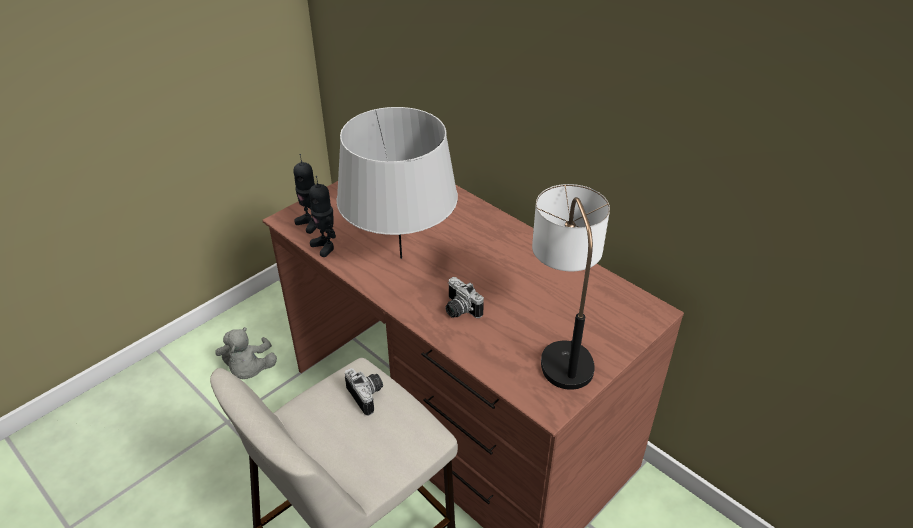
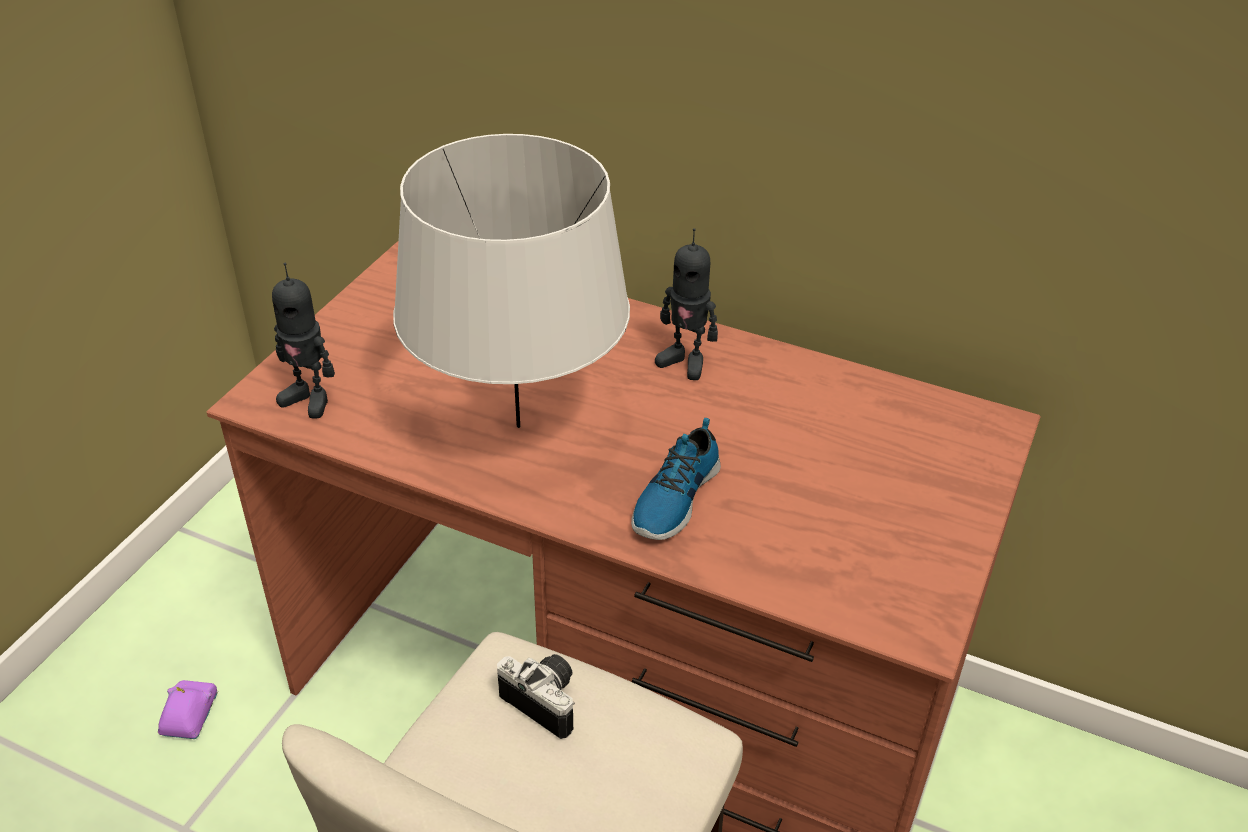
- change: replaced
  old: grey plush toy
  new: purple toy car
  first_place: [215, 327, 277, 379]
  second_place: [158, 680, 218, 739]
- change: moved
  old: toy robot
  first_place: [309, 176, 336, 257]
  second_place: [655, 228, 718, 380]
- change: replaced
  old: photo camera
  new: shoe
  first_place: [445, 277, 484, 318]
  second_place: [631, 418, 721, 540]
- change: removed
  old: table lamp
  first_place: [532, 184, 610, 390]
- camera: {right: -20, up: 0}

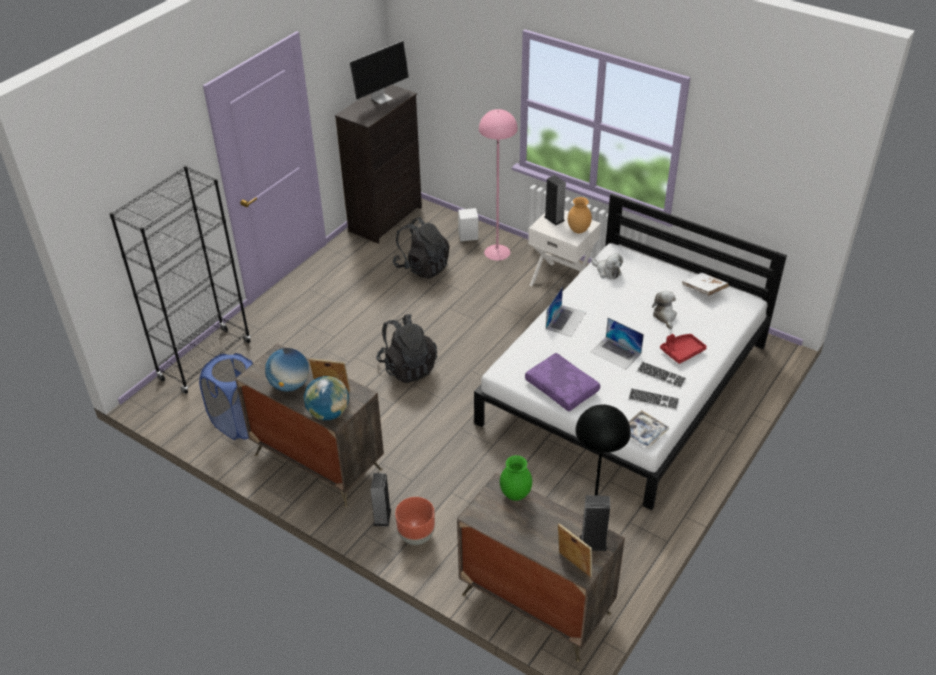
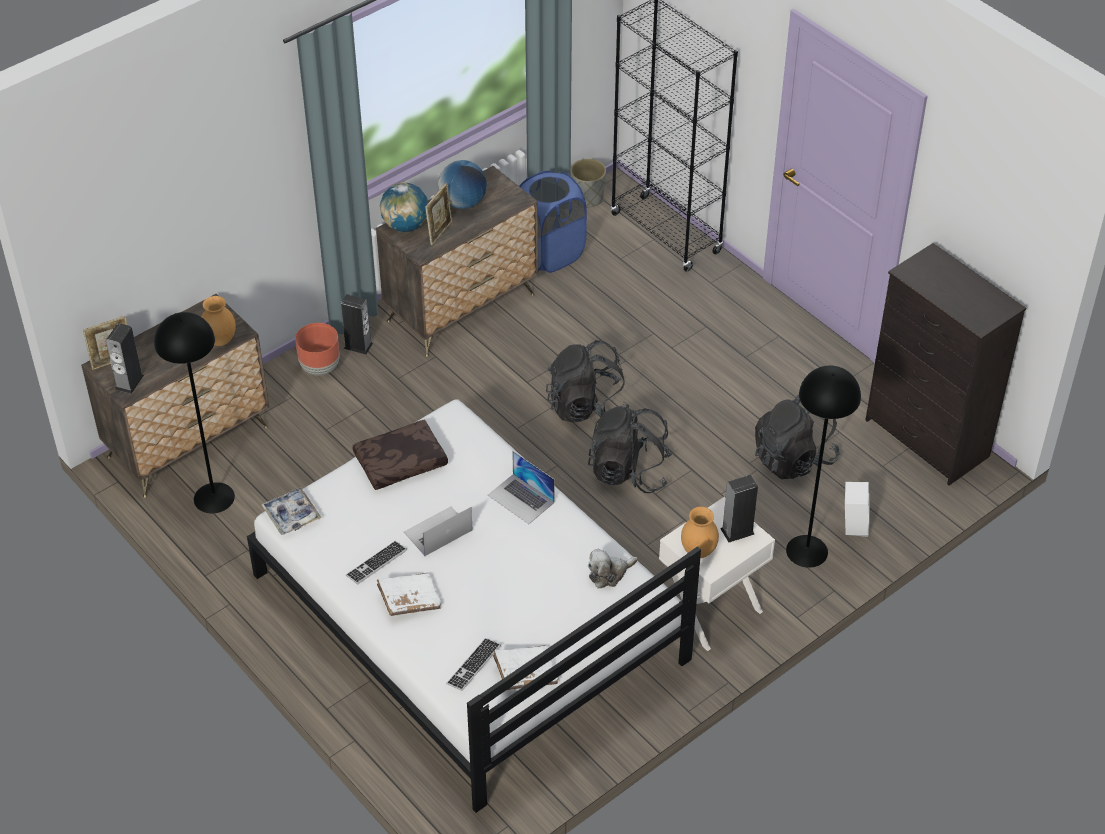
- change: removed
  old: monitor
  first_place: [349, 41, 409, 104]
- change: recoloured
  old: pink floor lamp
  new: black floor lamp
  first_place: [479, 109, 518, 261]
  second_place: [786, 365, 861, 568]
- change: recoloured
  old: green vase
  new: brown vase
  first_place: [500, 455, 532, 501]
  second_place: [202, 296, 236, 346]
- change: recoloured
  old: purple pillow
  new: brown pillow
  first_place: [525, 353, 600, 411]
  second_place: [352, 419, 448, 490]
- change: moved
  old: keyboard
  first_place: [628, 388, 680, 410]
  second_place: [446, 638, 501, 691]
- change: removed
  old: plush toy
  first_place: [652, 291, 677, 329]
- change: replaced
  old: red tray
  new: white book
  first_place: [660, 334, 707, 364]
  second_place: [377, 573, 441, 616]
- change: added
  new: grey planter
  second_place: [571, 159, 606, 208]
- change: added
  new: black backpack
  second_place: [588, 406, 673, 493]
- camera: {right: 105, up: 5}

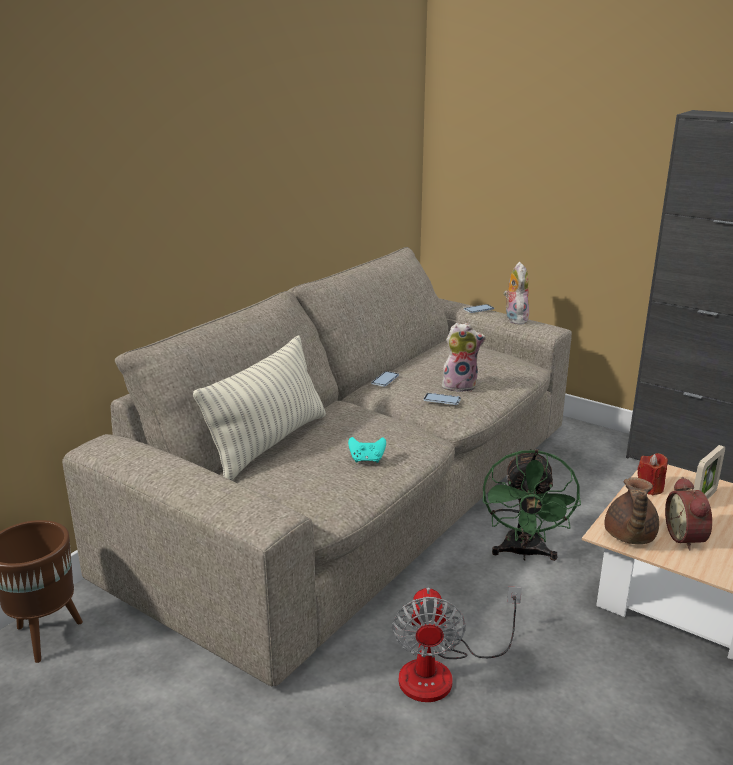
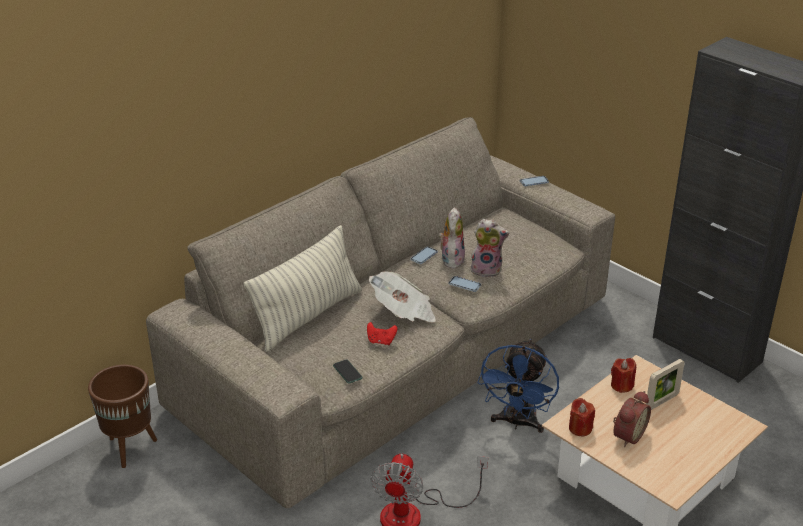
- change: recoloured
  old: turquoise game controller
  new: red game controller
  first_place: [348, 437, 386, 463]
  second_place: [367, 322, 397, 345]
- change: recoloured
  old: green fan
  new: blue fan
  first_place: [483, 449, 581, 561]
  second_place: [477, 339, 559, 433]
- change: moved
  old: plush toy
  first_place: [504, 262, 529, 325]
  second_place: [439, 207, 465, 269]
- change: replaced
  old: brown teapot
  new: red candle
  first_place: [604, 477, 659, 544]
  second_place: [569, 398, 595, 436]
- change: turned
  old: alarm clock
  first_place: [665, 477, 712, 551]
  second_place: [613, 391, 651, 447]
  degrees: -150
- change: added
  new: phone
  second_place: [333, 359, 363, 384]
- change: added
  new: newspaper
  second_place: [369, 272, 436, 322]
- camera: {right: 10, up: 10}

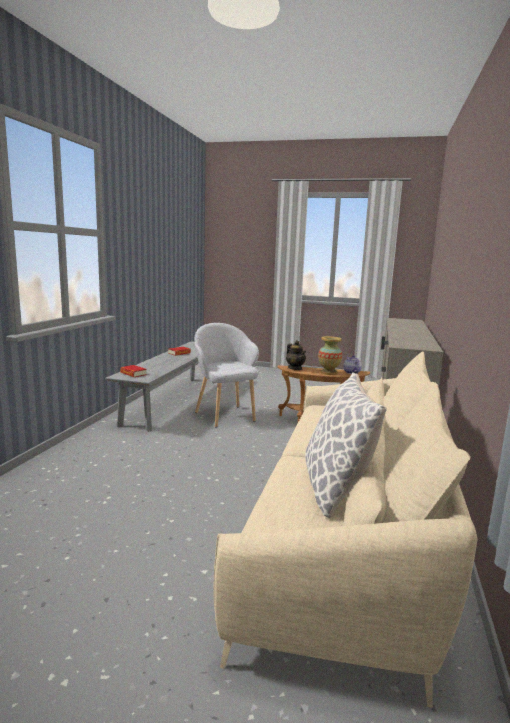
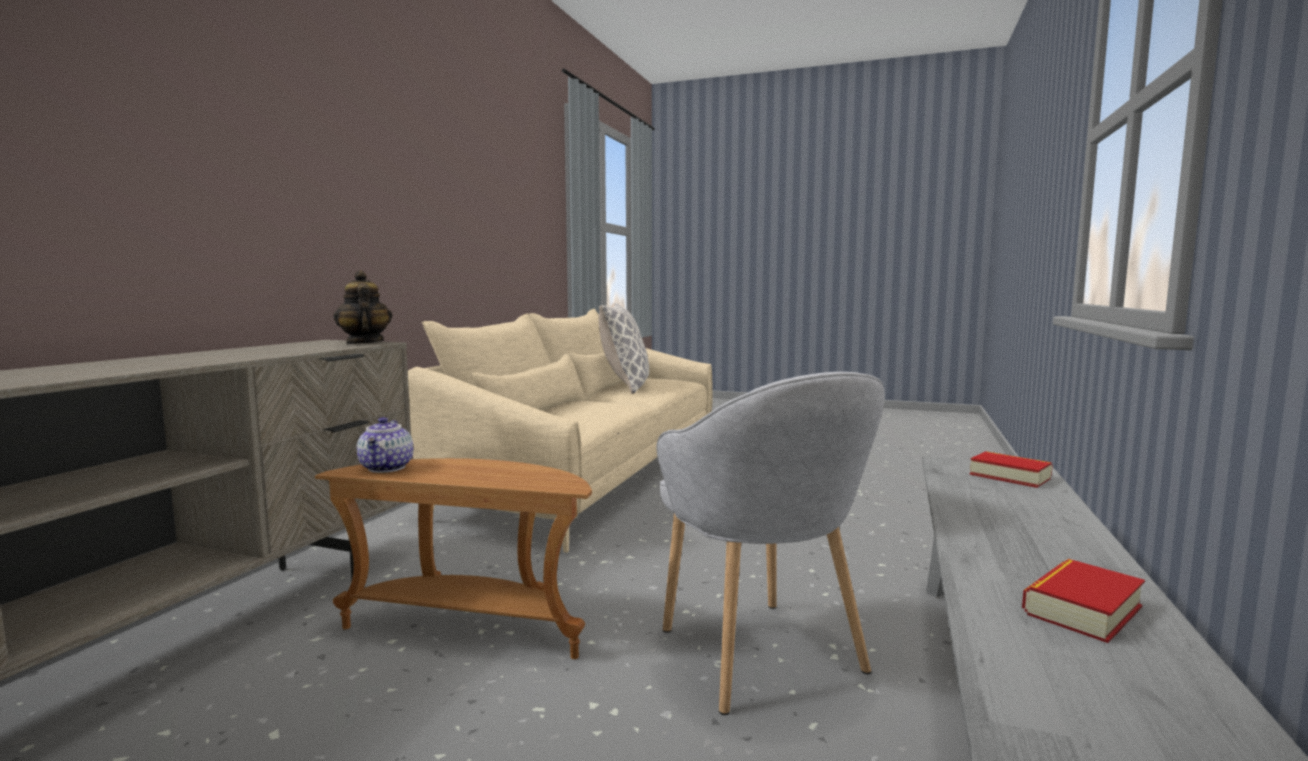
- change: moved
  old: teapot
  first_place: [286, 340, 306, 370]
  second_place: [333, 270, 393, 344]
- change: removed
  old: vase
  first_place: [318, 336, 342, 375]
- camera: {right: -175, up: -5}

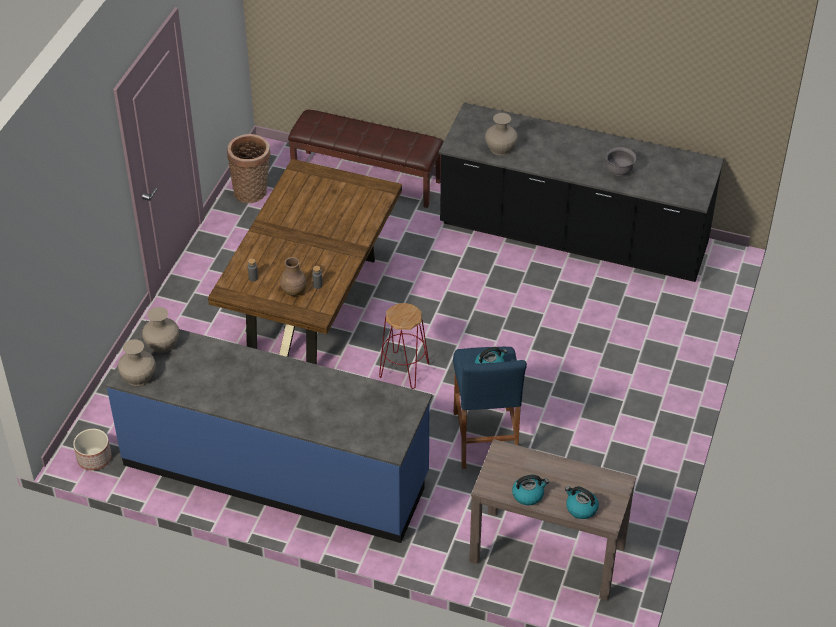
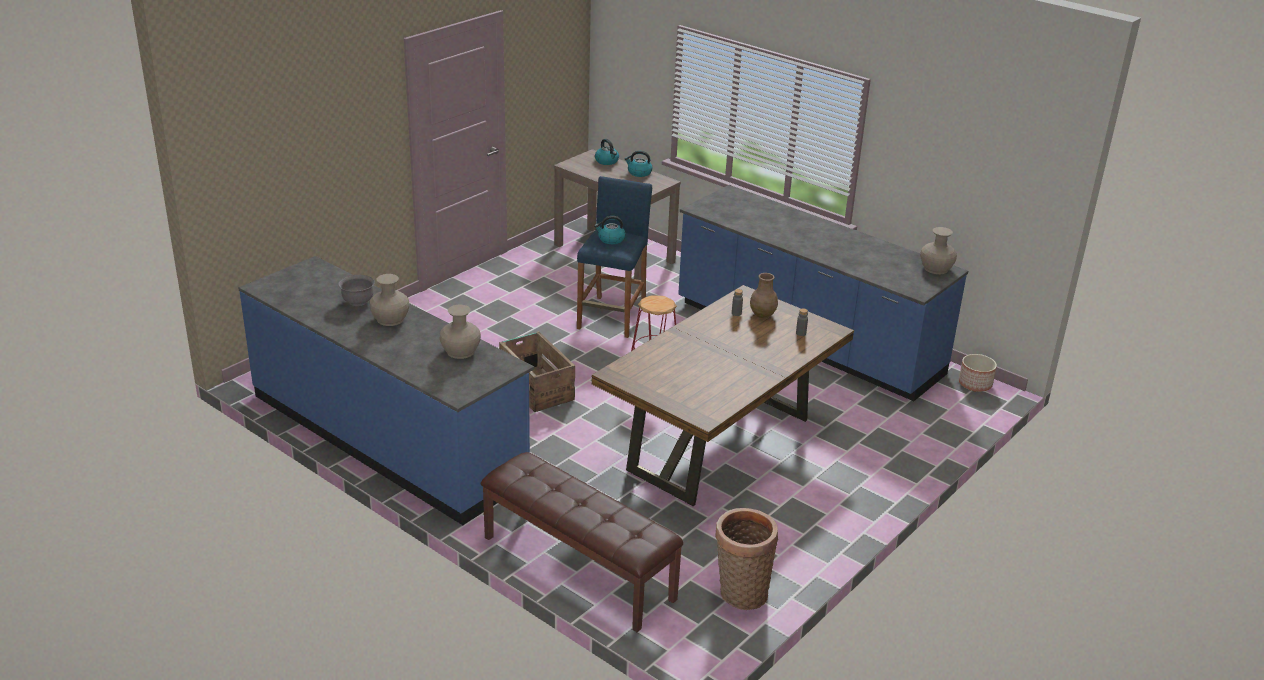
- change: moved
  old: beige vase
  first_place: [142, 307, 179, 353]
  second_place: [369, 274, 409, 326]
- change: recoloured
  old: black counter
  new: blue counter
  first_place: [439, 103, 724, 282]
  second_place: [239, 256, 534, 525]
- change: added
  new: crate
  second_place: [499, 331, 575, 412]
- camera: {right: -160, up: -15}

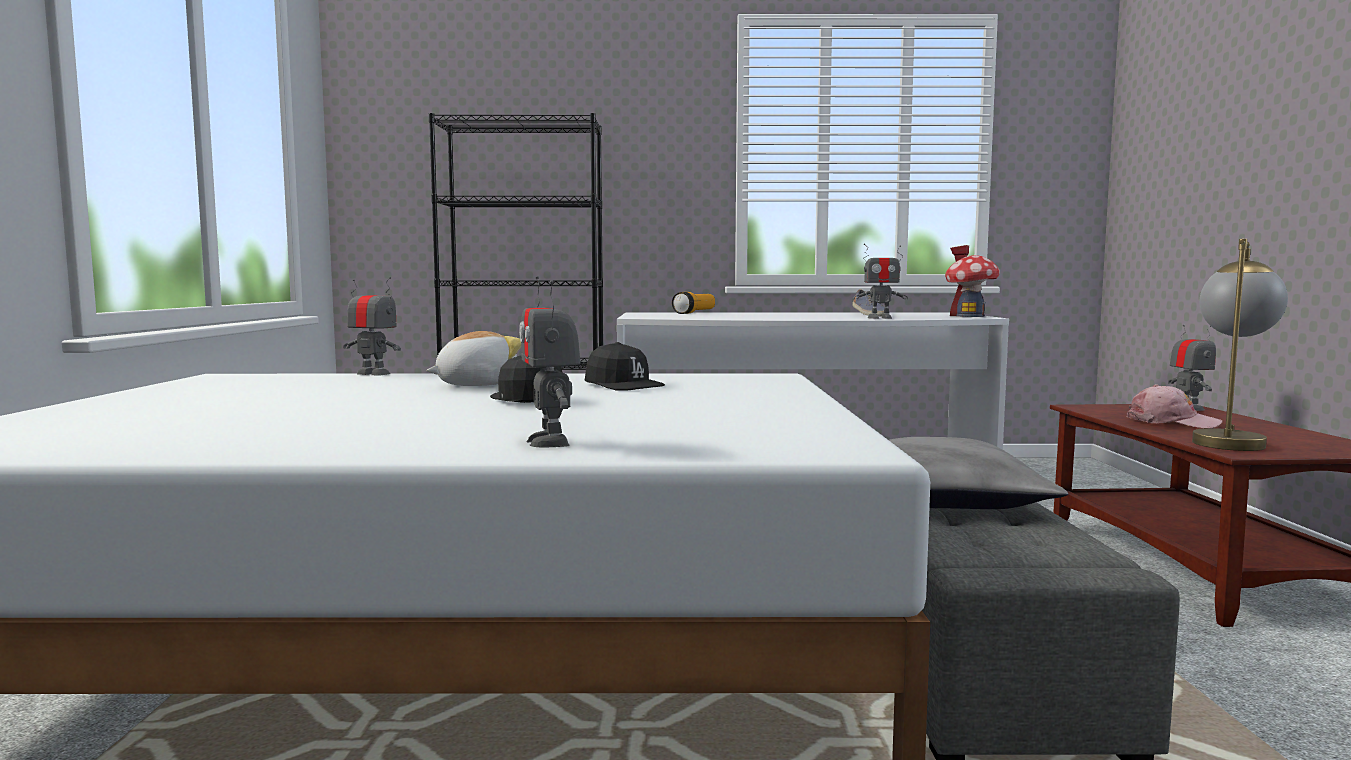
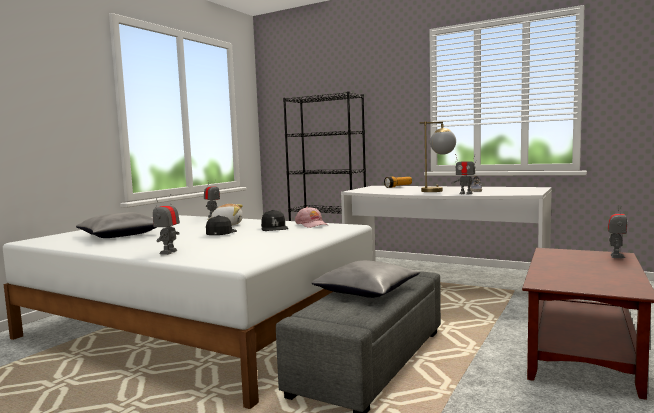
- change: removed
  old: toy house
  first_place: [945, 245, 1000, 317]
- change: moved
  old: pink cap
  first_place: [1127, 384, 1223, 428]
  second_place: [295, 207, 328, 228]
- change: moved
  old: table lamp
  first_place: [1192, 239, 1288, 451]
  second_place: [420, 122, 456, 192]
- change: added
  new: grey pillow
  second_place: [76, 212, 157, 238]
- camera: {right: 30, up: 0}

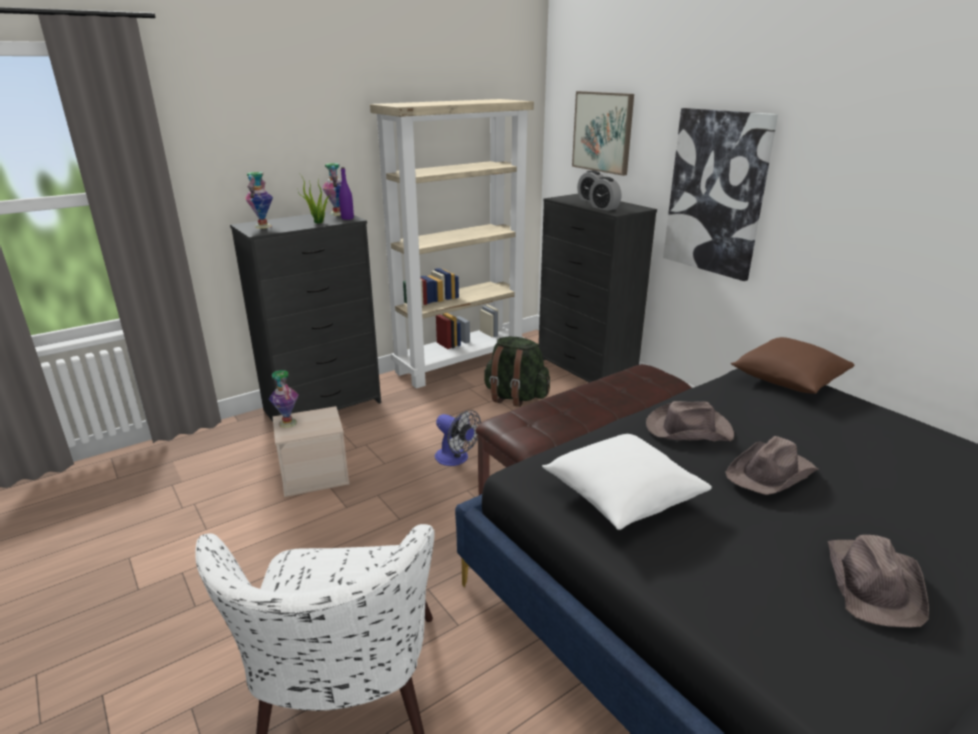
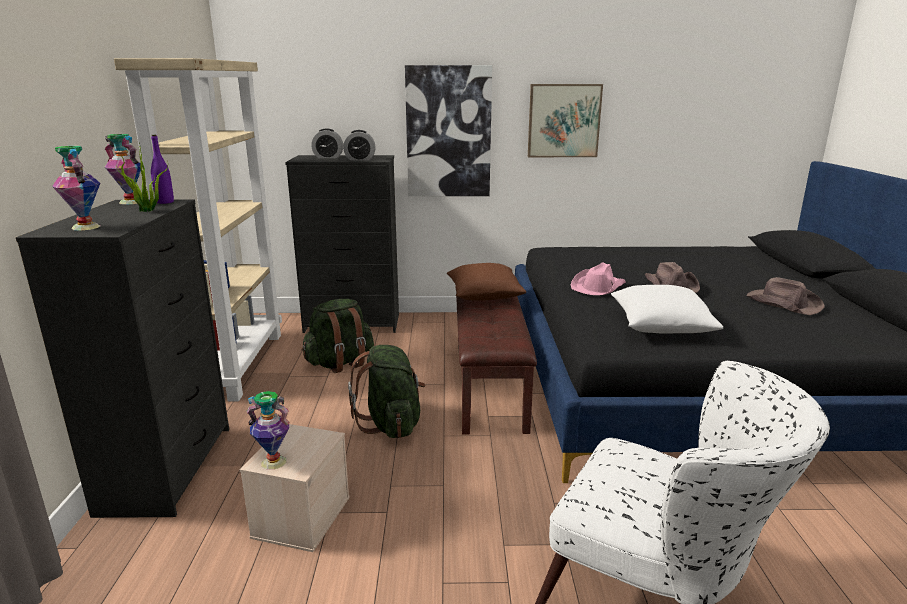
- change: replaced
  old: fan
  new: green backpack
  first_place: [435, 410, 481, 466]
  second_place: [348, 345, 425, 438]
- change: moved
  old: picture
  first_place: [572, 91, 634, 176]
  second_place: [528, 84, 603, 157]
- change: recoloured
  old: brown hat
  new: pink hat
  first_place: [646, 401, 734, 441]
  second_place: [571, 263, 626, 295]
- change: moved
  old: brown pillow
  first_place: [731, 337, 854, 394]
  second_place: [447, 263, 526, 301]
- camera: {right: -55, up: -5}

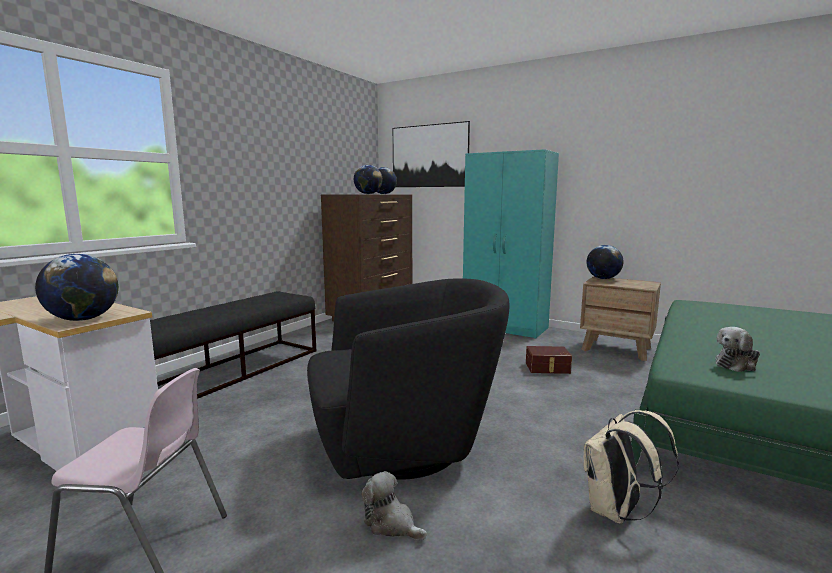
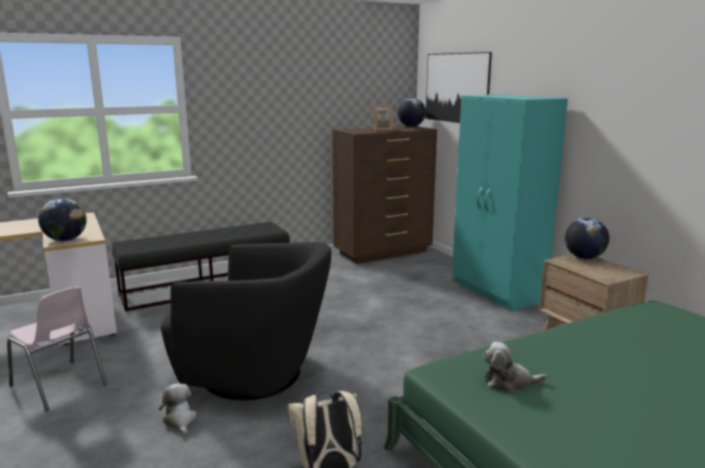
- change: replaced
  old: globe
  new: picture frame
  first_place: [354, 165, 383, 194]
  second_place: [372, 104, 393, 131]
- change: removed
  old: brown storage box
  first_place: [526, 346, 572, 374]
- camera: {right: 30, up: 5}

